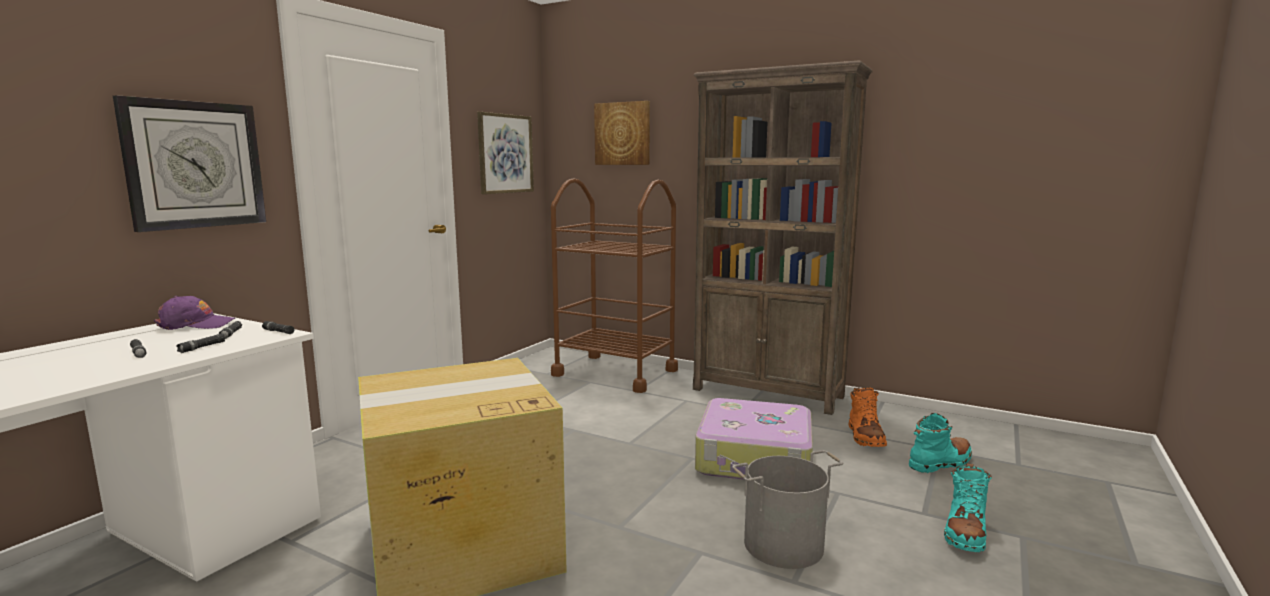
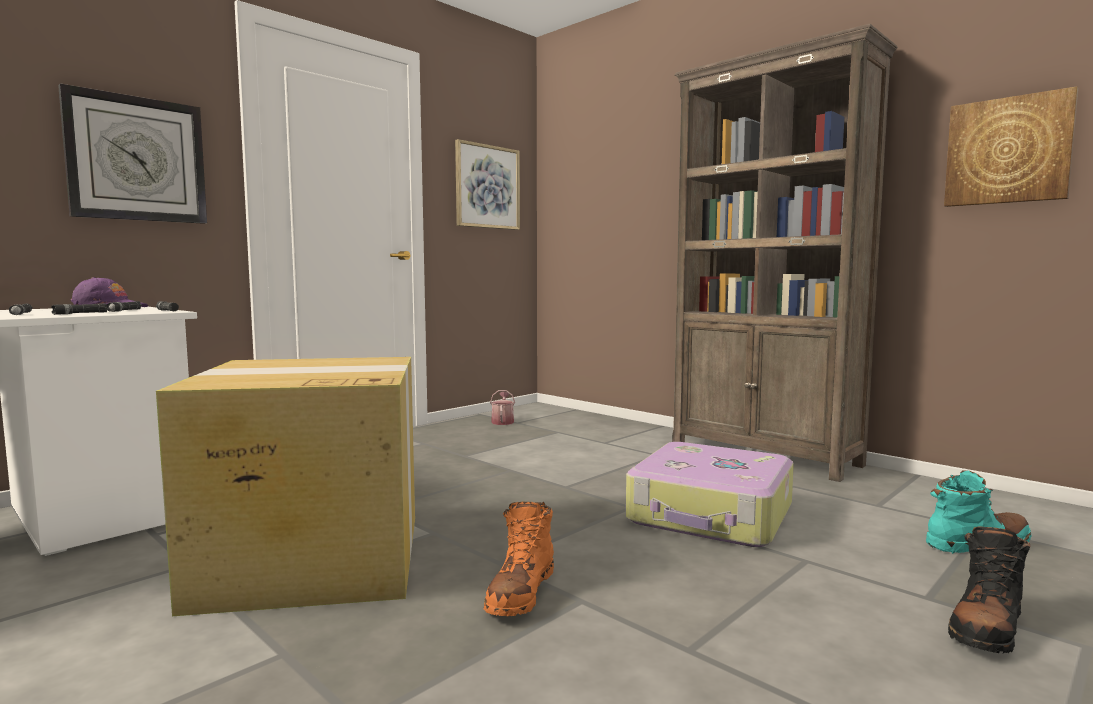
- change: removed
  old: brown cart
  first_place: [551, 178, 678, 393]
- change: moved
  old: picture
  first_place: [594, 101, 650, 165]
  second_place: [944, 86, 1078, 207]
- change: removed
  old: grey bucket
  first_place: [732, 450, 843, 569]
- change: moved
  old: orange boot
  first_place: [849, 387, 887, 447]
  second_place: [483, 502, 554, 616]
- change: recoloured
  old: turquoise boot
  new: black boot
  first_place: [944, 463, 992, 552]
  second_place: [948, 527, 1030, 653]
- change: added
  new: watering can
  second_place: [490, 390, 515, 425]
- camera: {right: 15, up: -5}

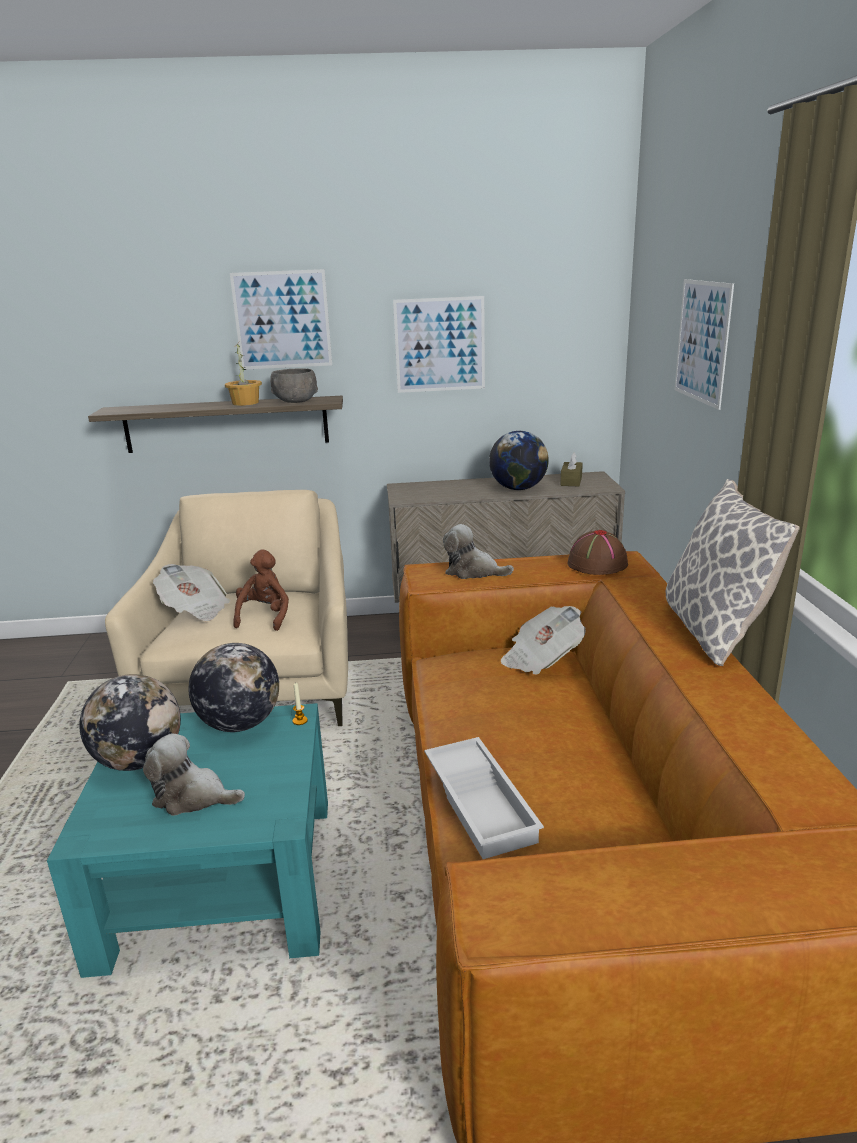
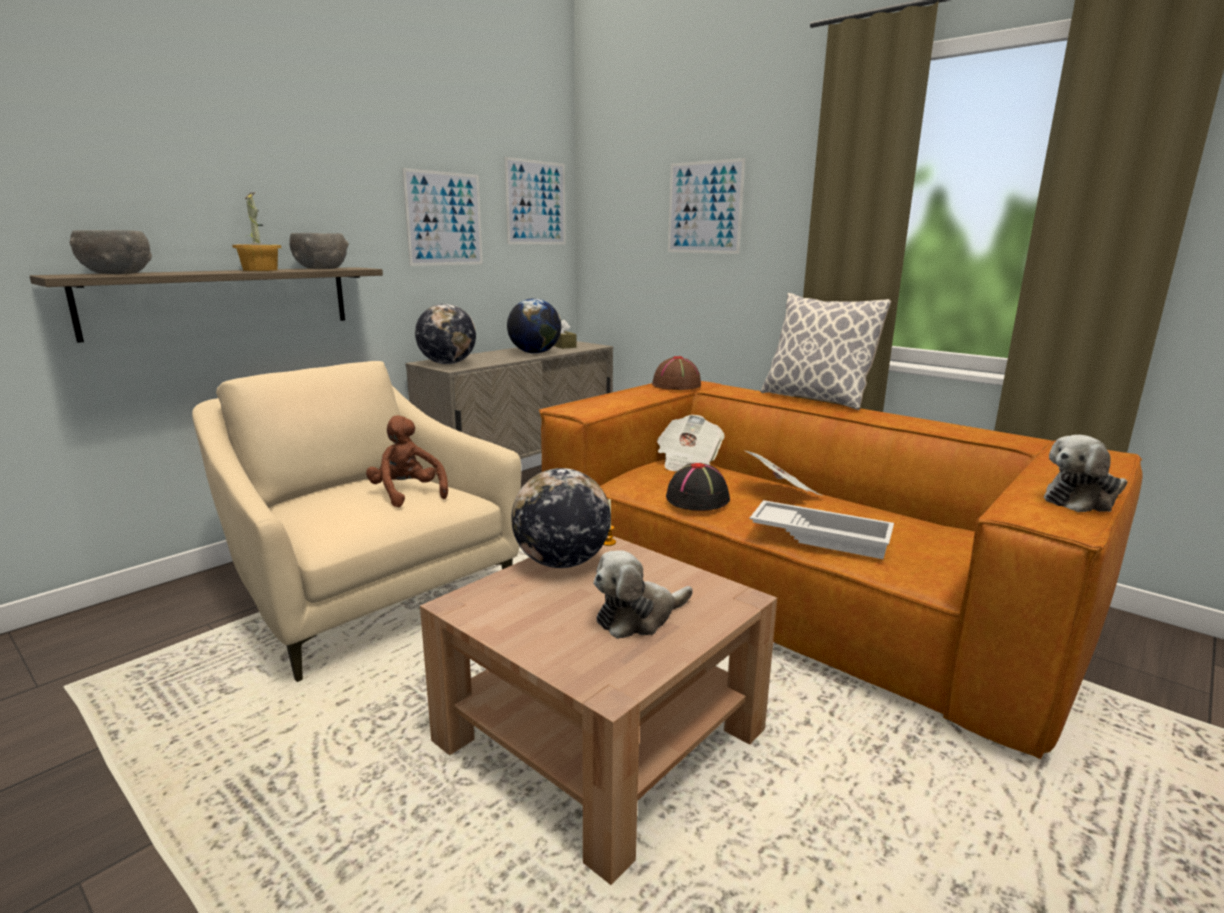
- change: recoloured
  old: turquoise coffee table
  new: brown coffee table
  first_place: [47, 703, 328, 978]
  second_place: [420, 536, 777, 885]
- change: moved
  old: globe
  first_place: [79, 674, 181, 771]
  second_place: [415, 304, 476, 364]
- change: moved
  old: newspaper
  first_place: [153, 564, 230, 621]
  second_place: [745, 451, 824, 496]
- change: moved
  old: picture
  first_place: [230, 269, 332, 369]
  second_place: [505, 157, 565, 244]
- change: moved
  old: plush toy
  first_place: [443, 524, 514, 579]
  second_place: [1044, 435, 1127, 512]
- change: added
  new: grey bowl
  second_place: [69, 230, 152, 274]
- change: added
  new: black hat
  second_place: [666, 463, 730, 511]
- camera: {right: -45, up: -5}

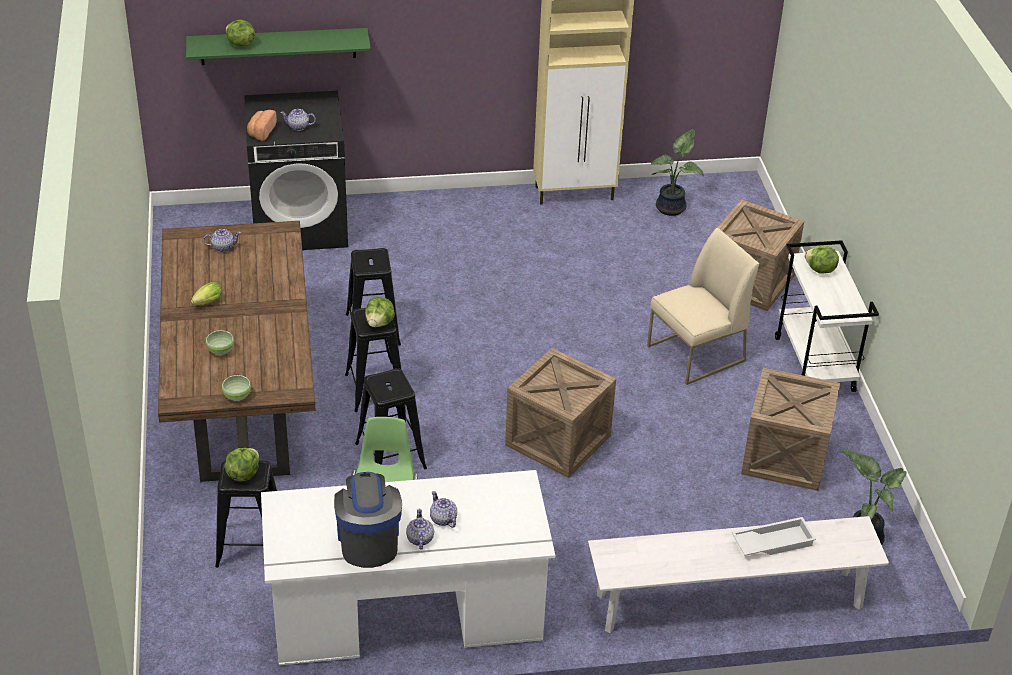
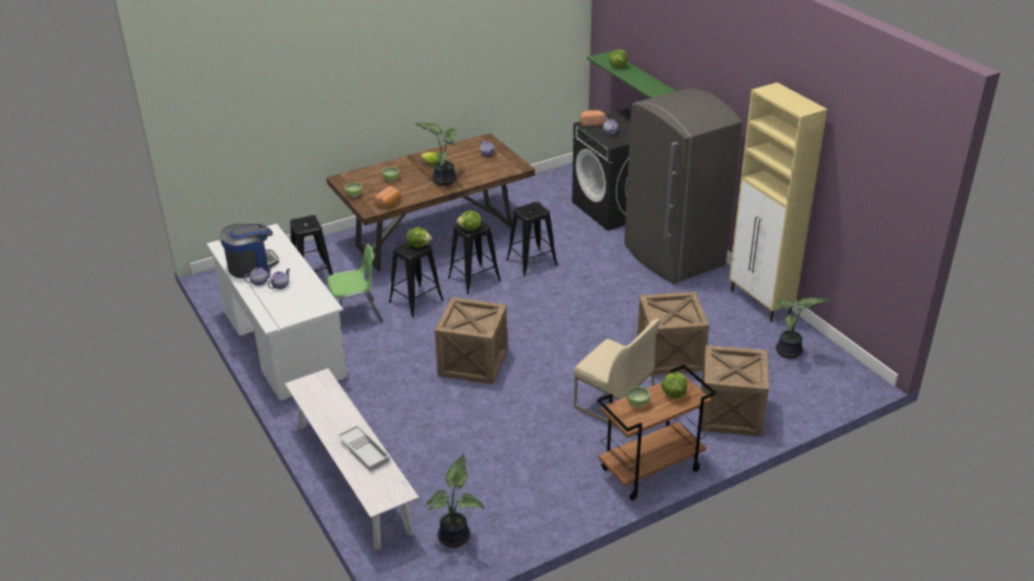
- change: moved
  old: lettuce
  first_place: [224, 448, 259, 481]
  second_place: [406, 227, 432, 247]
- change: moved
  old: crate
  first_place: [741, 368, 840, 491]
  second_place: [637, 292, 709, 375]
- change: recoloured
  old: white cart
  new: brown cart
  first_place: [775, 240, 879, 392]
  second_place: [597, 365, 716, 500]
- change: added
  new: bread
  second_place: [375, 186, 401, 208]
- change: added
  new: potted plant
  second_place: [416, 123, 457, 186]
- change: added
  new: grey fridge
  second_place: [624, 89, 742, 284]
- change: added
  new: green bowl
  second_place: [627, 386, 650, 407]
- camera: {right: 70, up: -5}

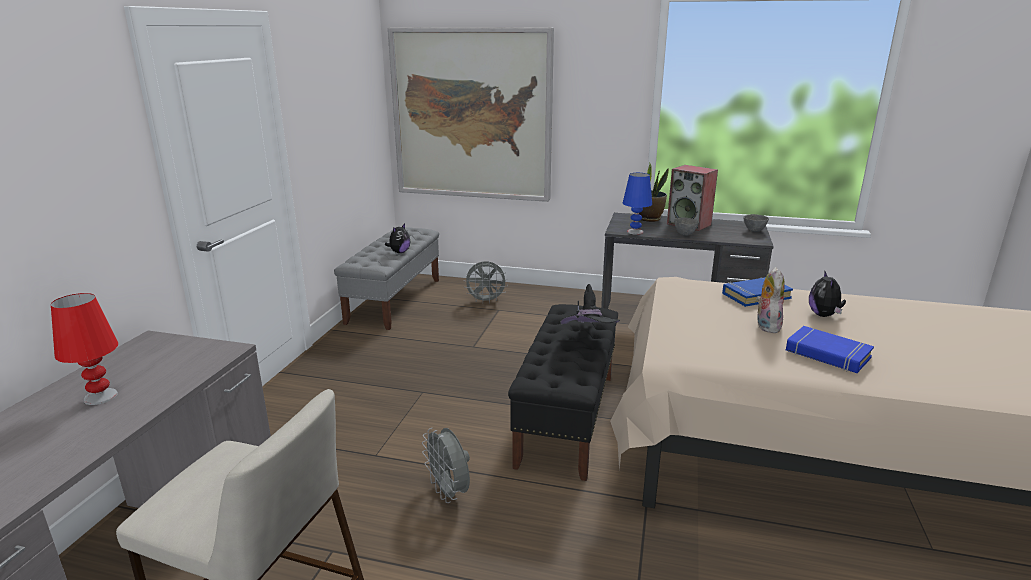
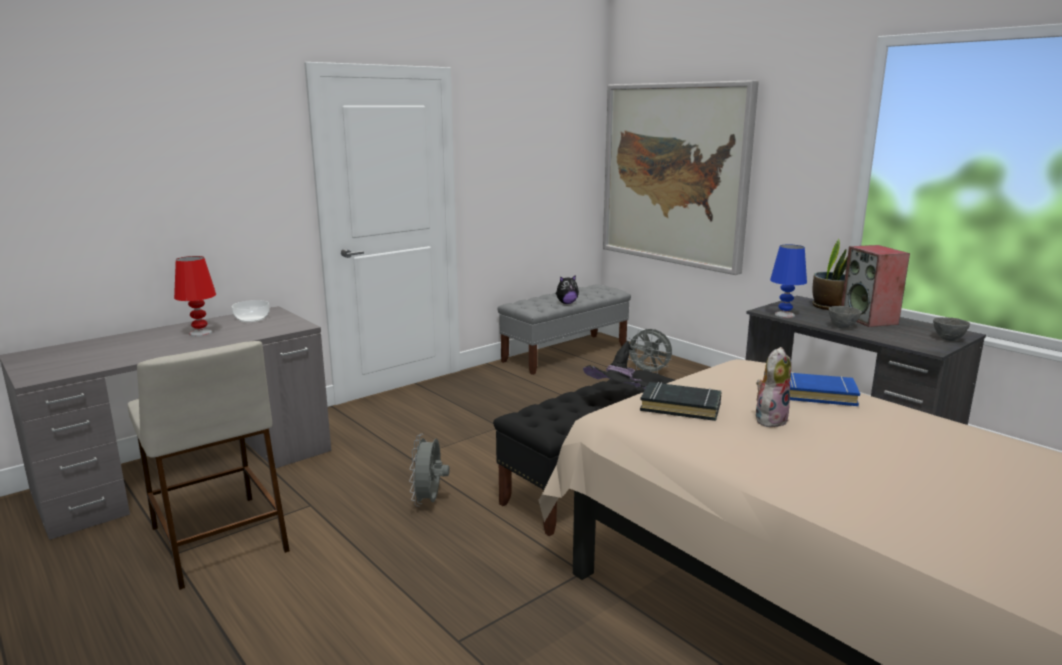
- change: removed
  old: blue book
  first_place: [786, 326, 874, 373]
- change: removed
  old: plush toy
  first_place: [809, 270, 846, 317]
- change: added
  new: bowl
  second_place: [232, 300, 270, 322]
- change: added
  new: black book
  second_place: [640, 382, 722, 421]
- camera: {right: 35, up: -5}

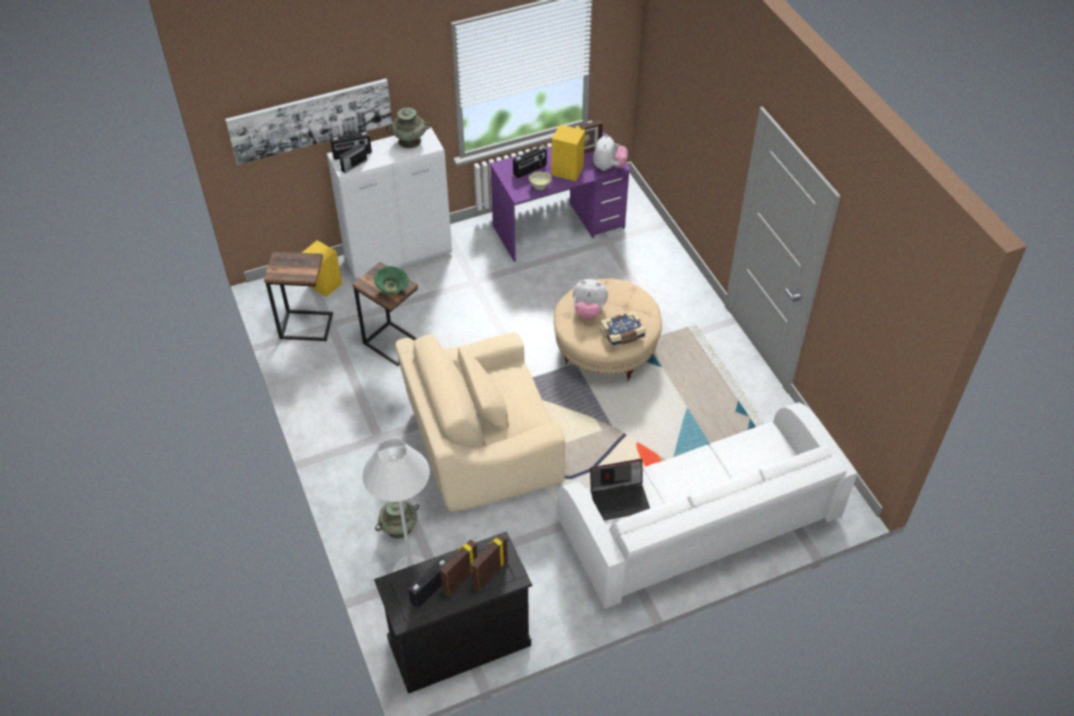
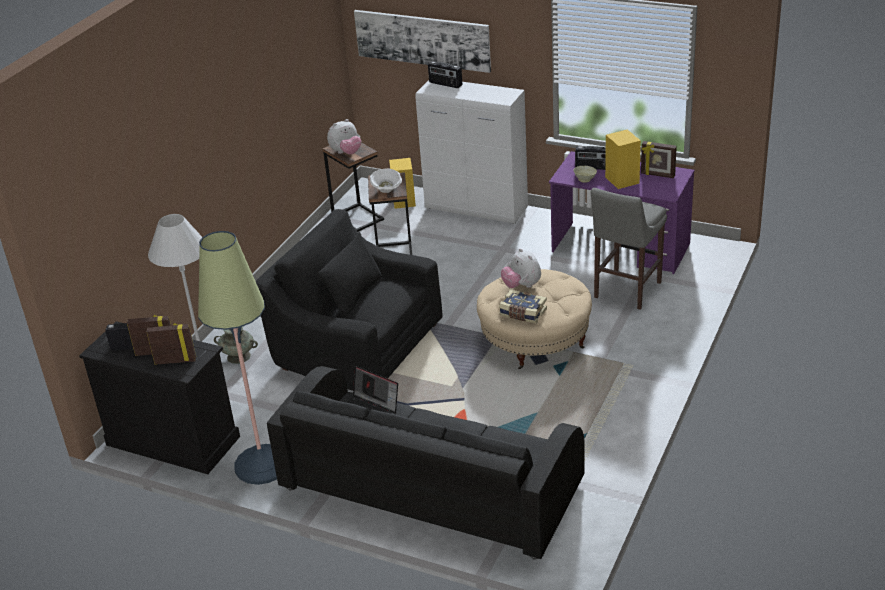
- change: removed
  old: radio
  first_place: [339, 143, 367, 173]
- change: recoloured
  old: green bowl
  new: white bowl
  first_place: [374, 266, 409, 294]
  second_place: [370, 168, 402, 193]
- change: removed
  old: turquoise vase
  first_place: [386, 108, 431, 148]
- change: recoloured
  old: beige armchair
  new: black armchair
  first_place: [395, 332, 565, 512]
  second_place: [256, 209, 442, 391]
- change: recoloured
  old: white sofa
  new: black sofa
  first_place: [557, 402, 857, 609]
  second_place: [267, 366, 585, 559]
- change: moved
  old: plush toy
  first_place: [593, 134, 628, 171]
  second_place: [327, 119, 361, 154]
- change: added
  new: floor lamp
  second_place: [198, 231, 277, 485]
- change: added
  new: grey stool
  second_place: [591, 188, 667, 310]
- camera: {right: 50, up: -15}

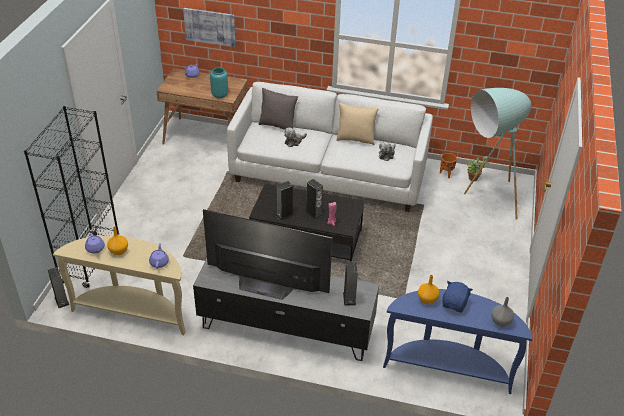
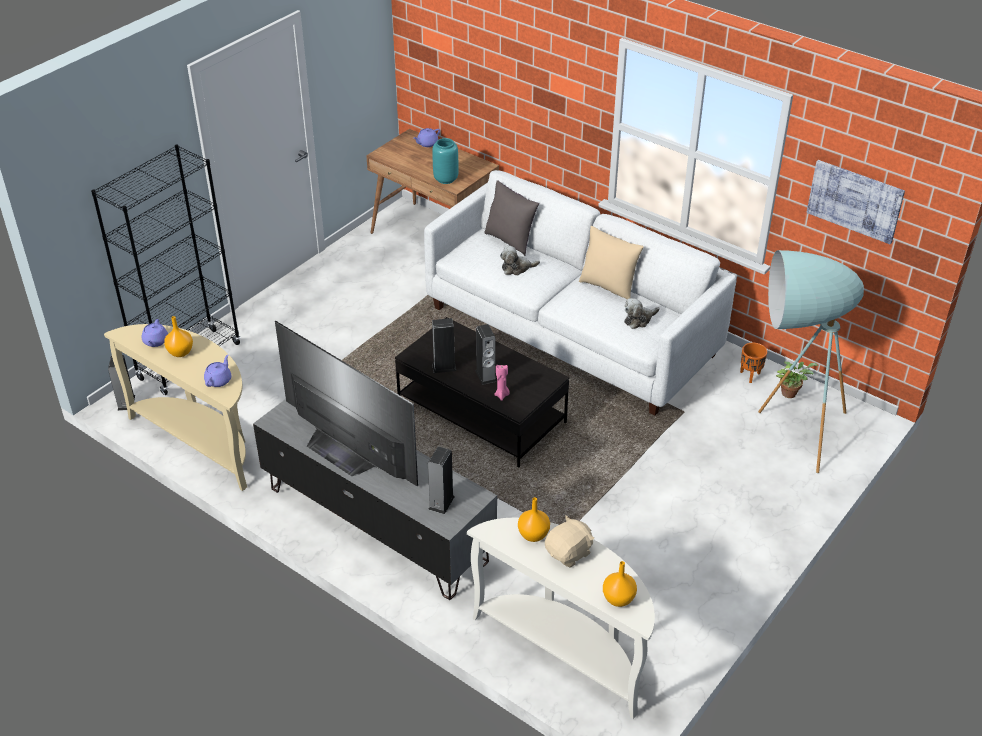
- change: moved
  old: picture
  first_place: [183, 8, 236, 47]
  second_place: [807, 160, 905, 244]
- change: recoloured
  old: blue console table
  new: white console table
  first_place: [383, 289, 532, 394]
  second_place: [467, 518, 655, 719]
- change: recoloured
  old: blue plush toy
  new: beige plush toy
  first_place: [442, 281, 473, 313]
  second_place: [545, 515, 594, 567]
- change: recoloured
  old: grey vase
  new: orange vase
  first_place: [492, 297, 514, 327]
  second_place: [603, 561, 637, 607]
- camera: {right: 25, up: 0}

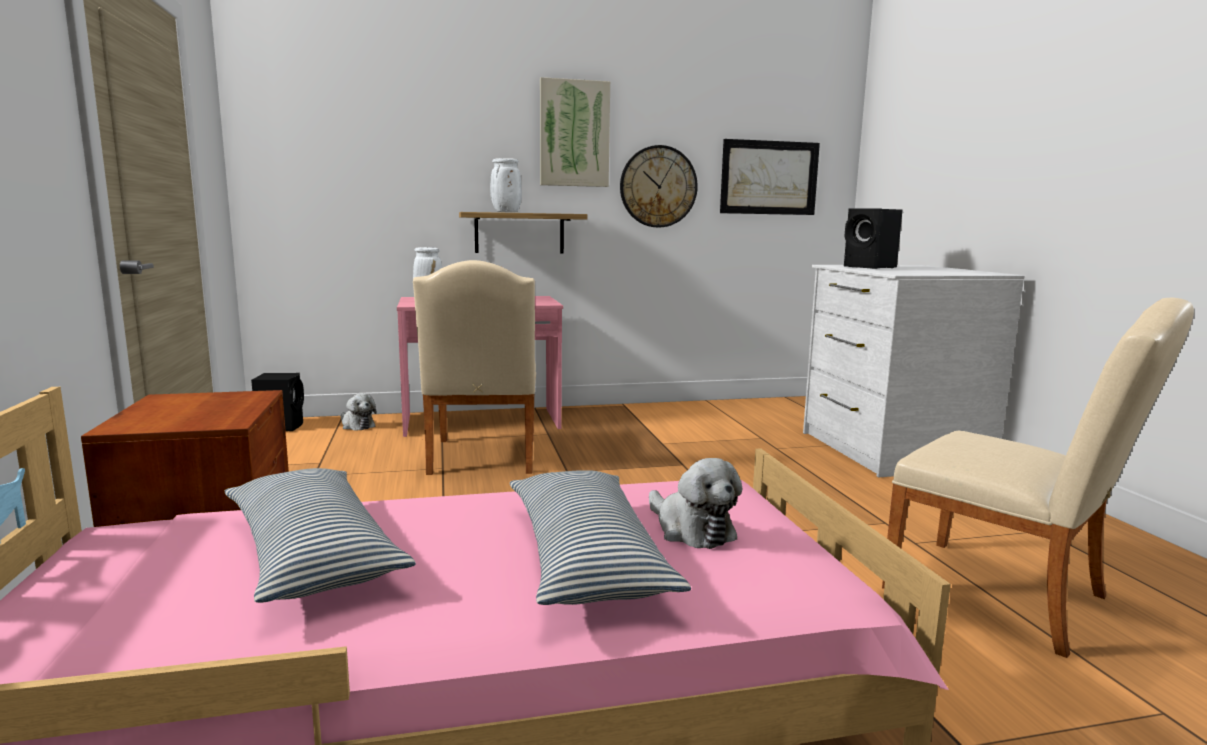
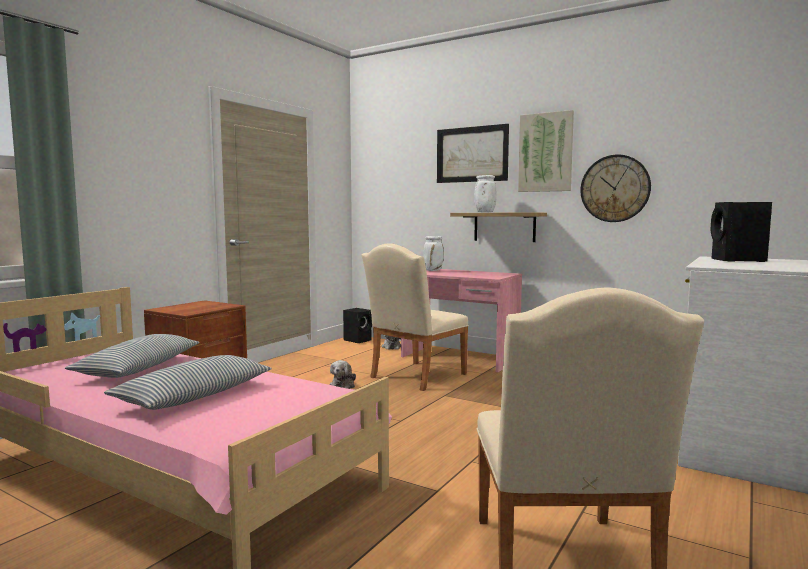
- change: moved
  old: plush toy
  first_place: [649, 458, 742, 549]
  second_place: [330, 360, 356, 389]
- change: moved
  old: picture
  first_place: [720, 139, 820, 215]
  second_place: [437, 124, 509, 183]
- camera: {right: 45, up: -5}

